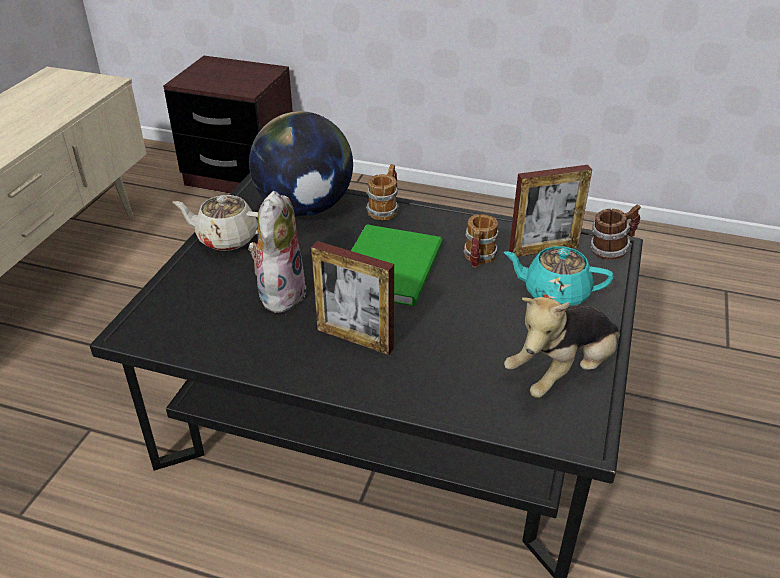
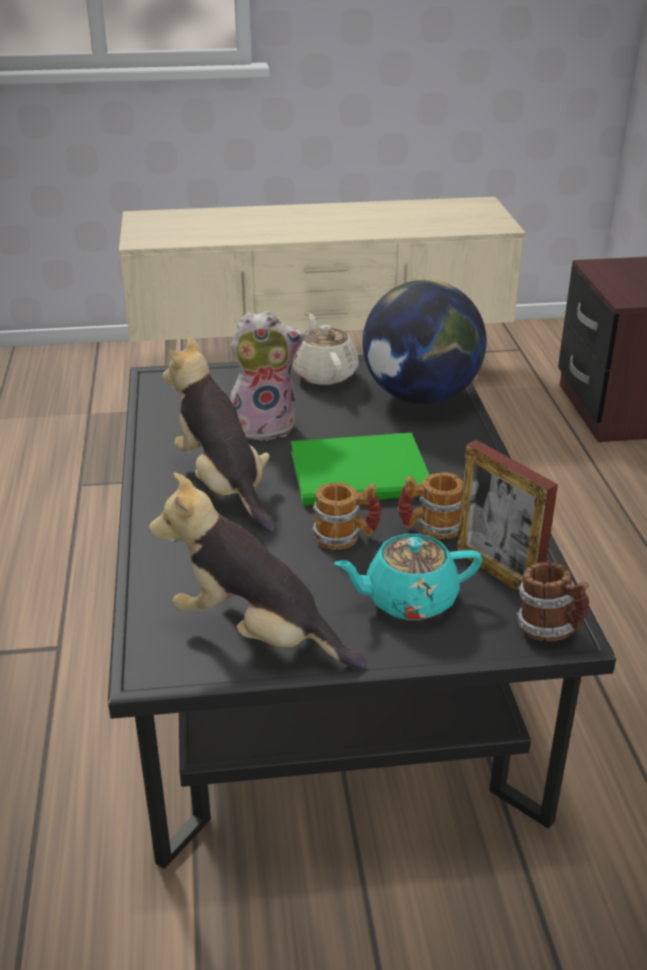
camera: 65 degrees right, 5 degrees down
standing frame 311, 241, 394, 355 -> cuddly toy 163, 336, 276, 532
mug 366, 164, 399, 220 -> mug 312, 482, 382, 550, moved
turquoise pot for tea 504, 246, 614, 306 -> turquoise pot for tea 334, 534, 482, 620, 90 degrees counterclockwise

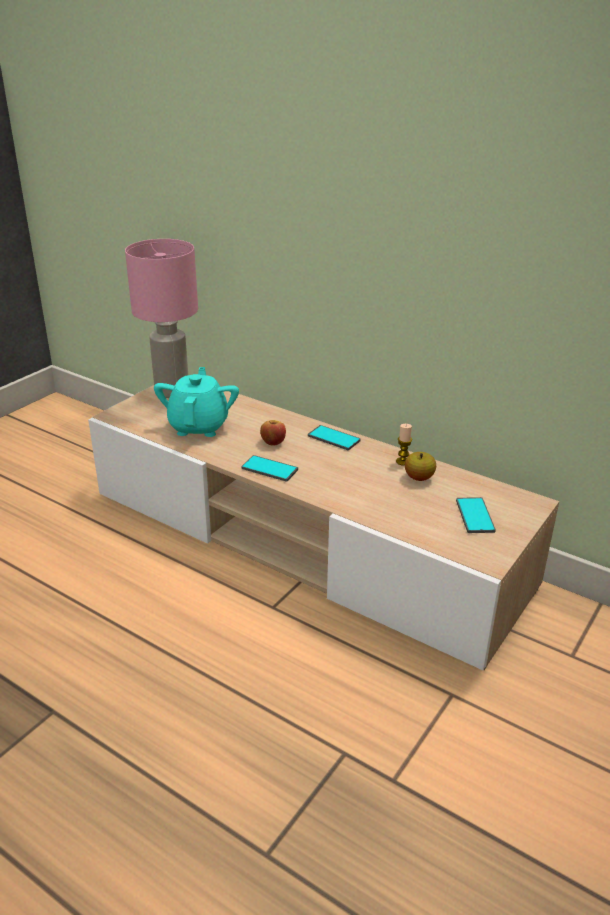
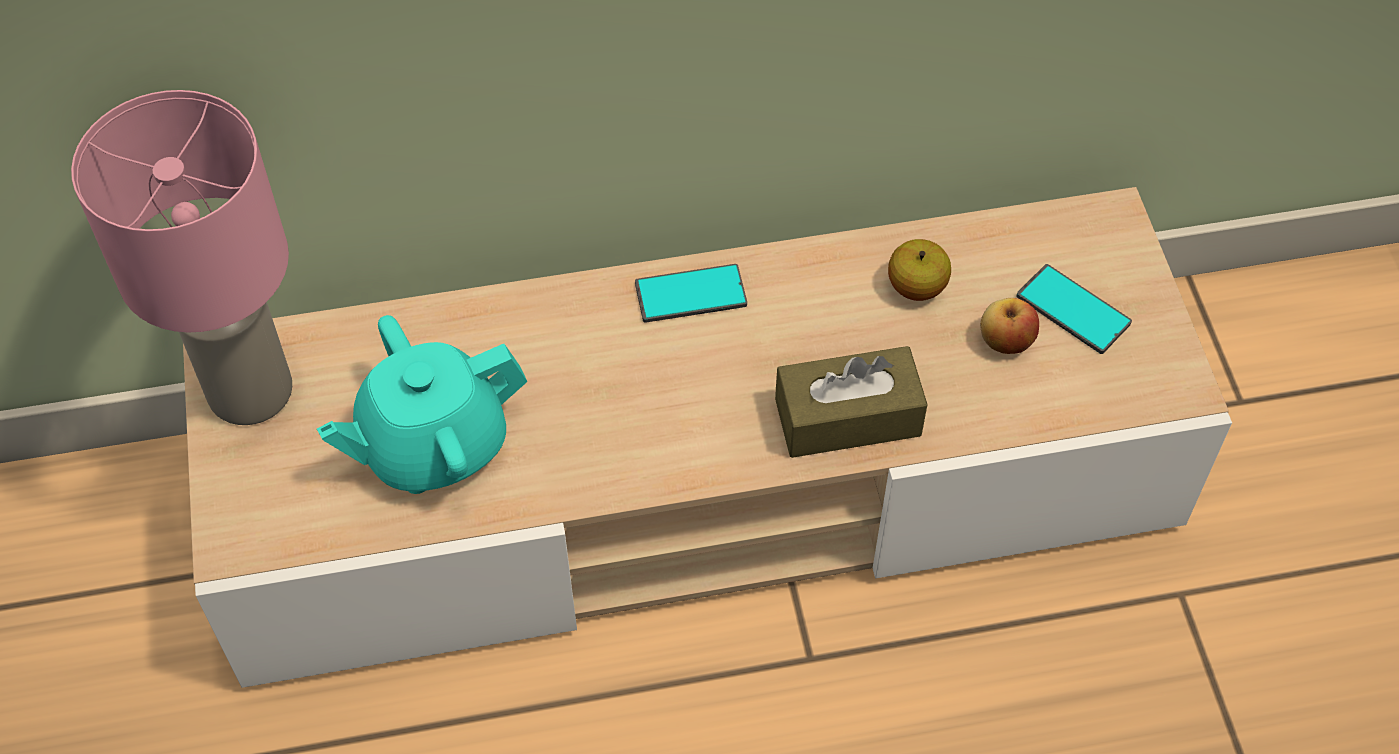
camera: 45 degrees left, 25 degrees up
turquoise pot for tea 154, 367, 239, 437 -> turquoise pot for tea 317, 315, 527, 494, 75 degrees counterclockwise
none -> brownish box of tissues 775, 346, 928, 458
apple fruit 260, 420, 286, 446 -> apple fruit 980, 298, 1039, 354, moved
telephone 241, 455, 298, 482 -> none
wax candle 396, 424, 412, 466 -> none

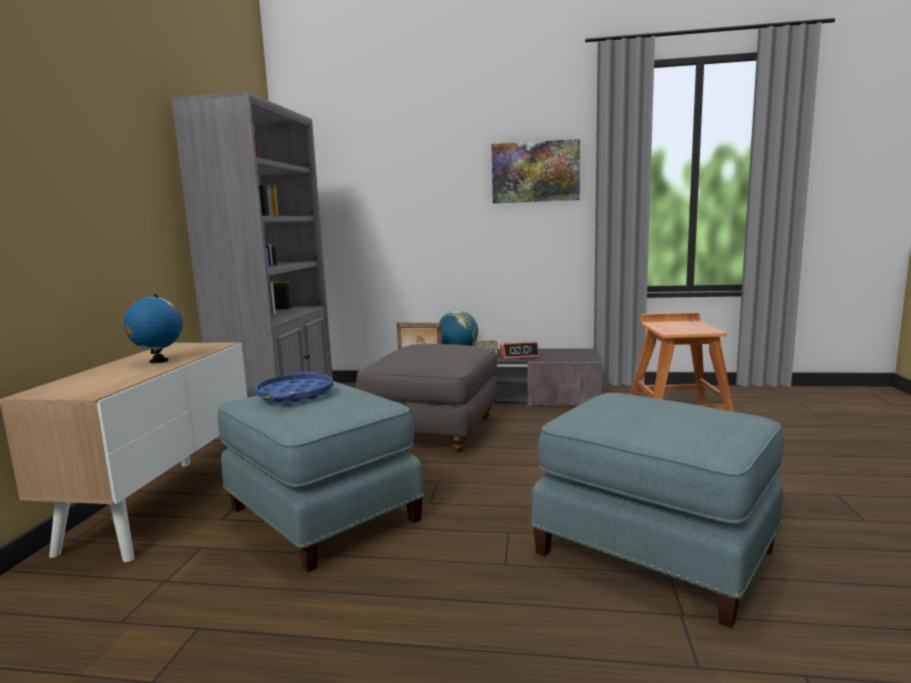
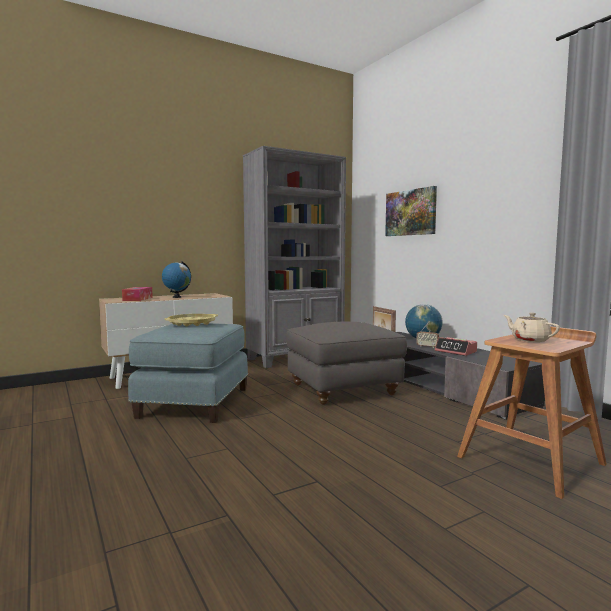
camera: 50 degrees right, 5 degrees down
none -> box of tissues 122, 287, 153, 301
blue tray 255, 372, 333, 403 -> yellowish tray 164, 314, 218, 326
picture 492, 139, 580, 203 -> picture 385, 186, 437, 236, moved
none -> sand-coloured pot for tea 504, 313, 560, 342
blue ottoman 531, 393, 783, 628 -> none

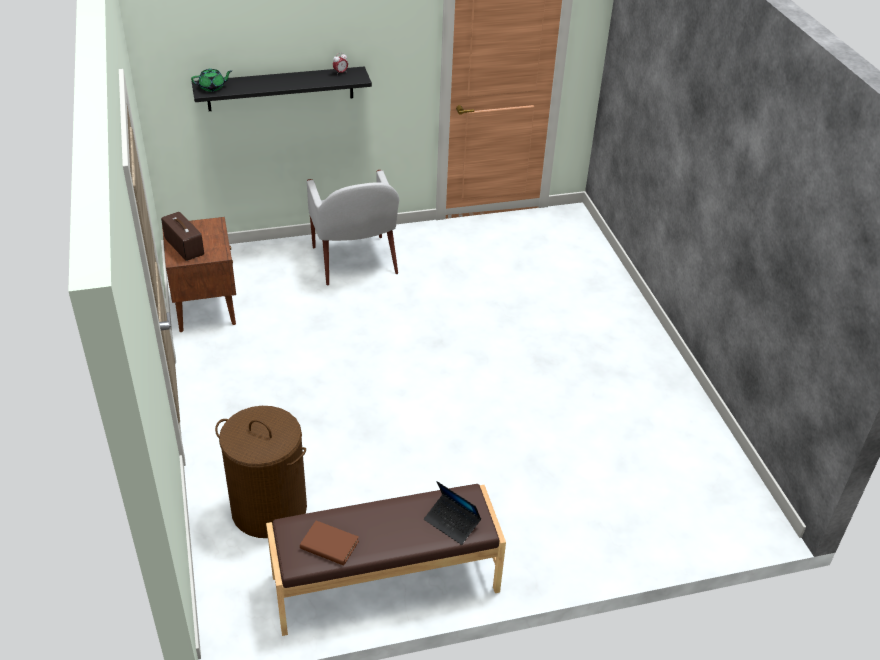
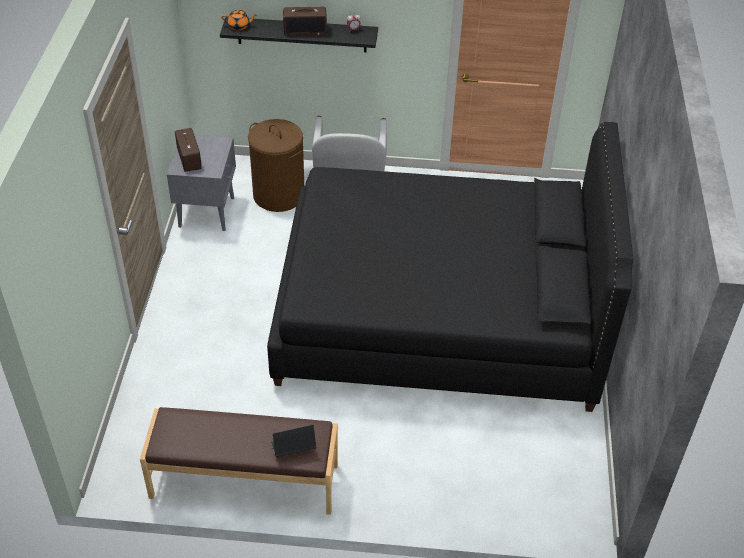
camera: 20 degrees right, 5 degrees up
brownish night table 162, 217, 236, 332 -> grey night table 167, 135, 236, 231
green pot for tea 191, 68, 232, 92 -> orange-coloured pot for tea 222, 10, 257, 30
brownish laundry basket 215, 406, 307, 538 -> brownish laundry basket 248, 119, 304, 212, moved
none -> blackish sleeping bed 267, 122, 633, 412
portable computer 424, 481, 481, 545 -> portable computer 271, 425, 316, 457, 105 degrees clockwise
none -> radio set 283, 7, 327, 36
brownish volume 300, 521, 359, 566 -> none

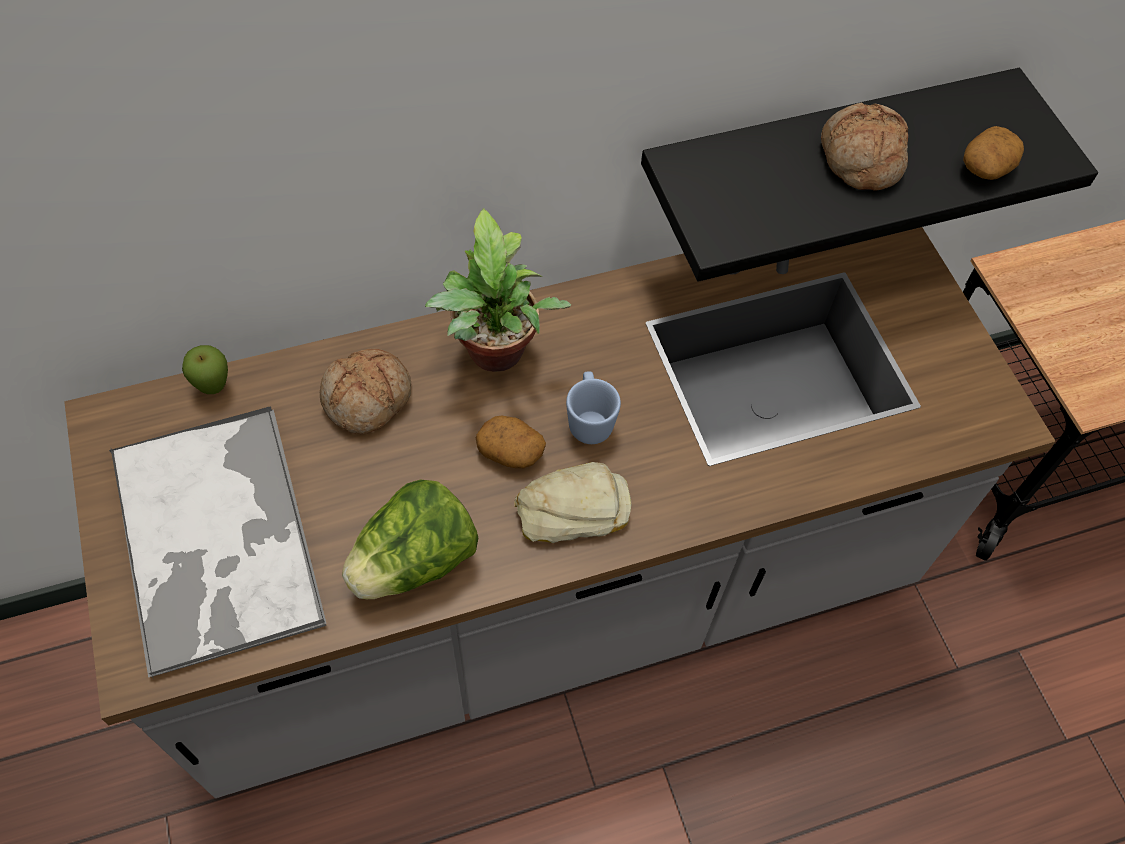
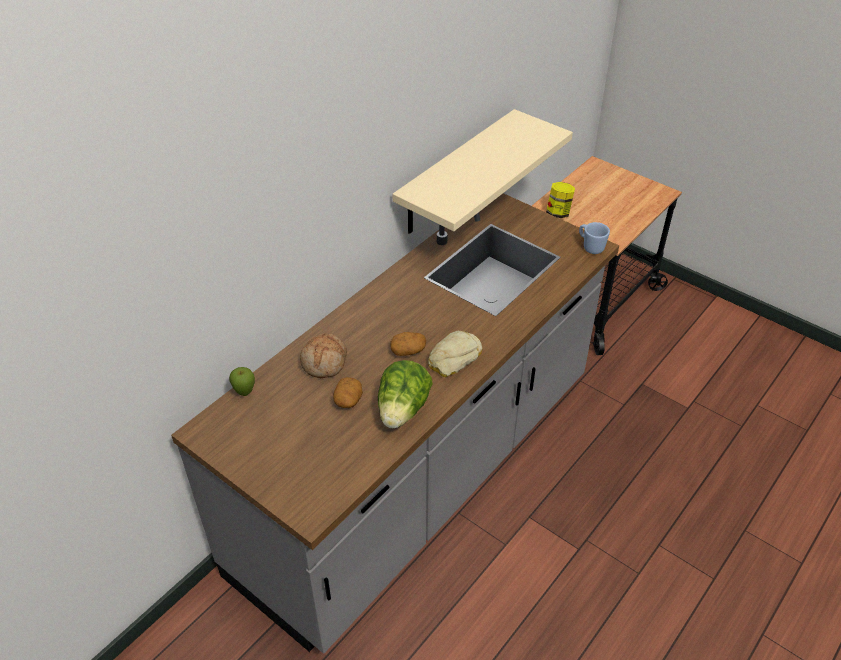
camera: 30 degrees left, 15 degrees down
potato 963, 126, 1024, 180 -> potato 333, 377, 363, 408, moved
blackish bracket shelf 641, 68, 1098, 282 -> sand-coloured bracket shelf 392, 109, 573, 234
none -> storage jar 546, 182, 575, 218
blue mug 566, 371, 621, 444 -> blue mug 579, 222, 610, 254, moved
tray 109, 406, 327, 680 -> none
houseplant 425, 208, 571, 372 -> none
baked bread 821, 103, 908, 191 -> none

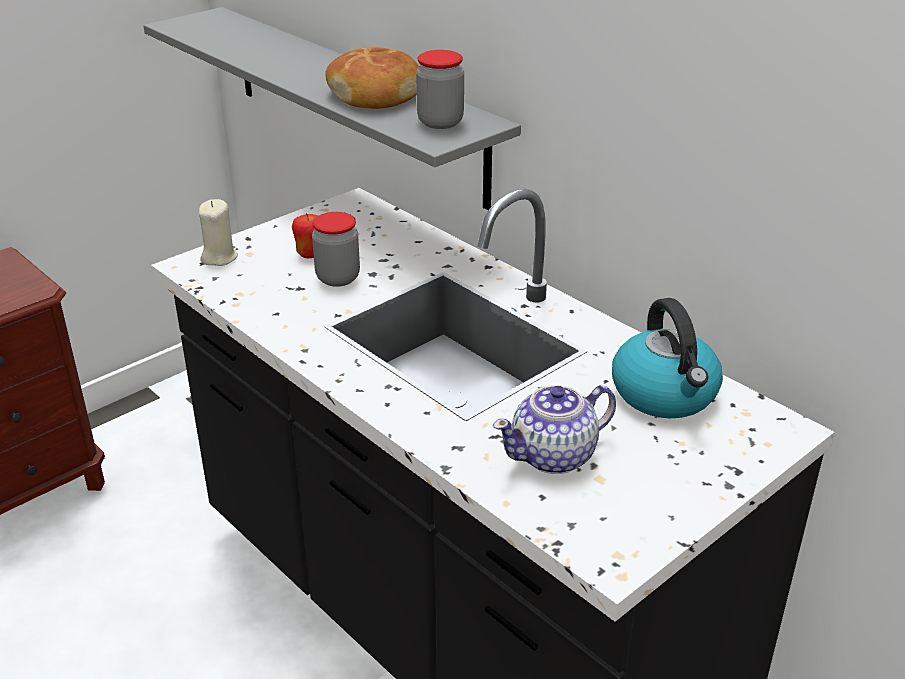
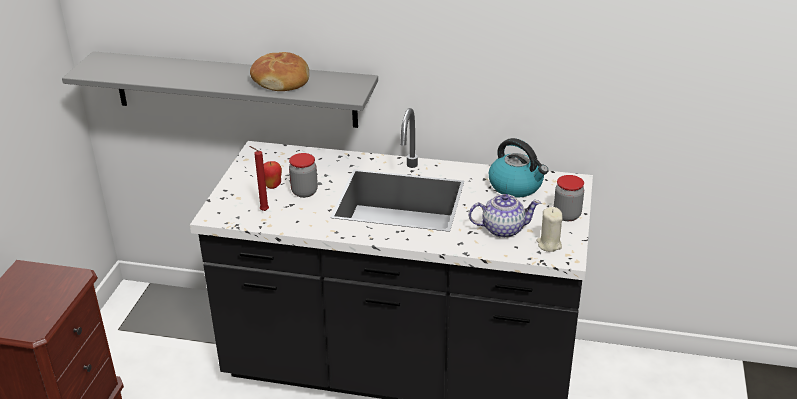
camera: 35 degrees left, 0 degrees up
none -> reddish wax candle 249, 146, 269, 211
pot for tea 493, 385, 616, 474 -> pot for tea 469, 194, 541, 238, 120 degrees counterclockwise
sand-coloured wax candle 199, 199, 238, 266 -> sand-coloured wax candle 536, 207, 563, 252, moved
storage jar 416, 50, 464, 129 -> storage jar 554, 175, 584, 221, moved

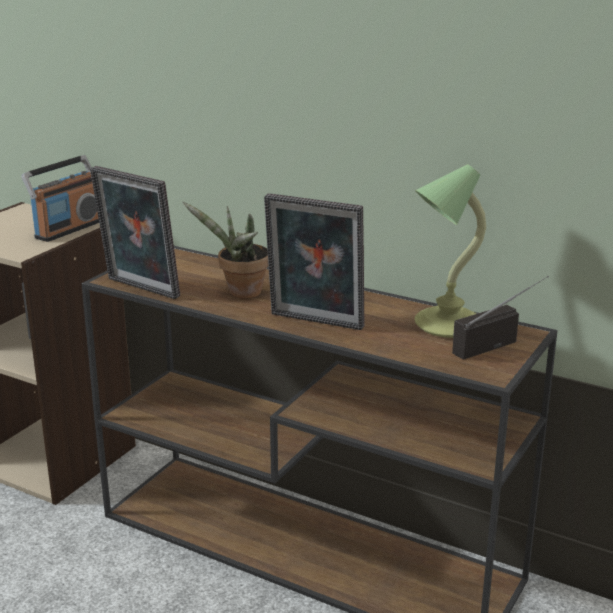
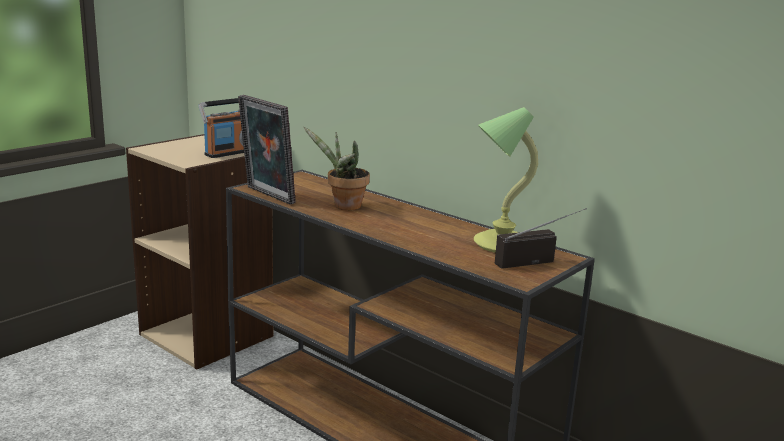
camera: 10 degrees right, 5 degrees down
standing frame 264, 193, 365, 330 -> none

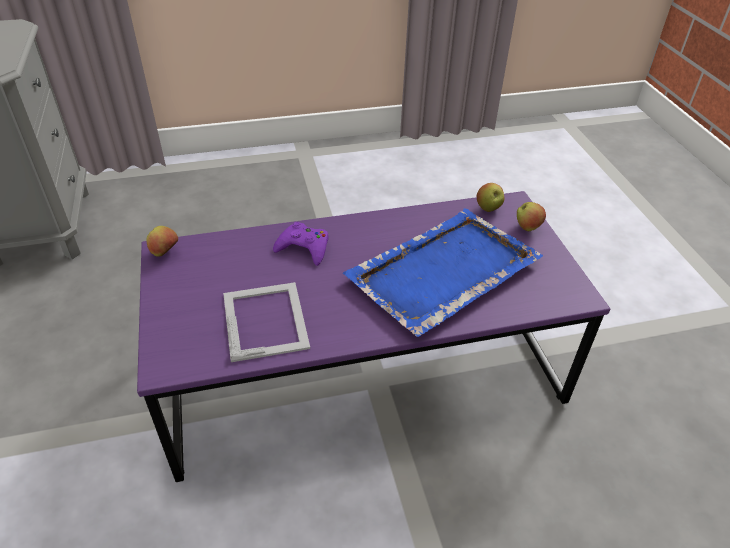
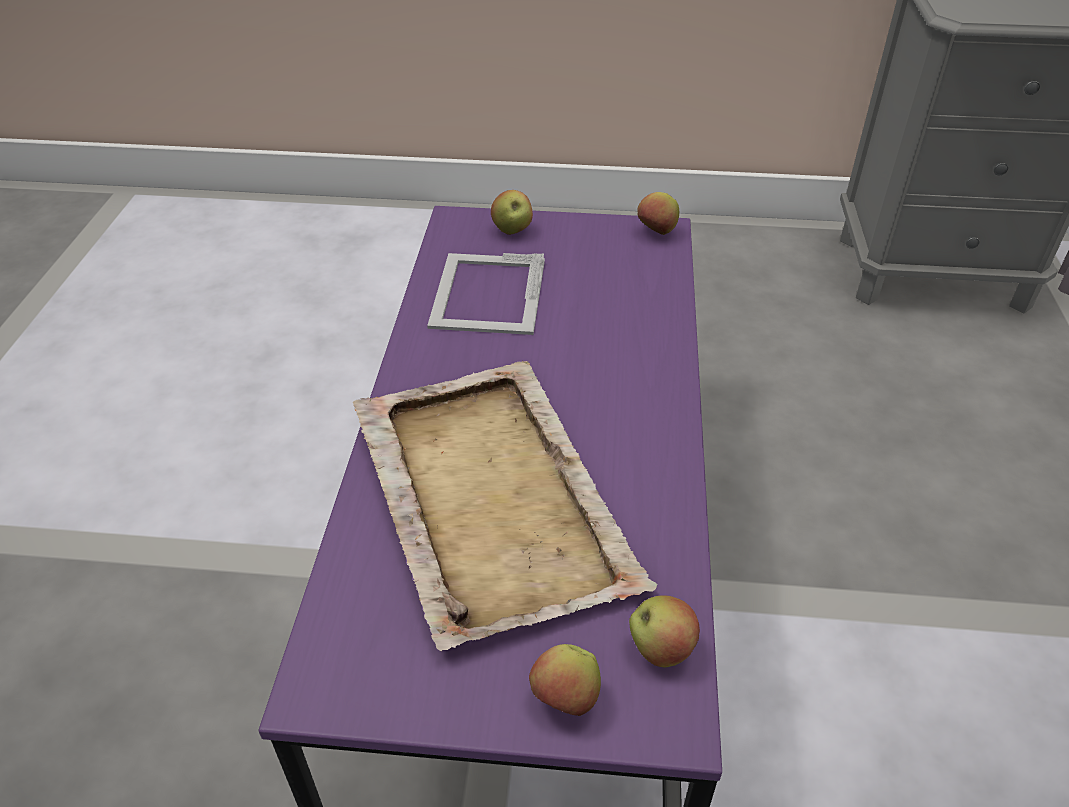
camera: 110 degrees right, 0 degrees up
blue tray 343, 209, 543, 337 -> sand-coloured tray 353, 361, 657, 651
standing frame 223, 282, 310, 362 -> standing frame 427, 253, 545, 335, 90 degrees clockwise
none -> apple fruit 491, 190, 533, 235
purple-coloured game controller 273, 222, 328, 266 -> none

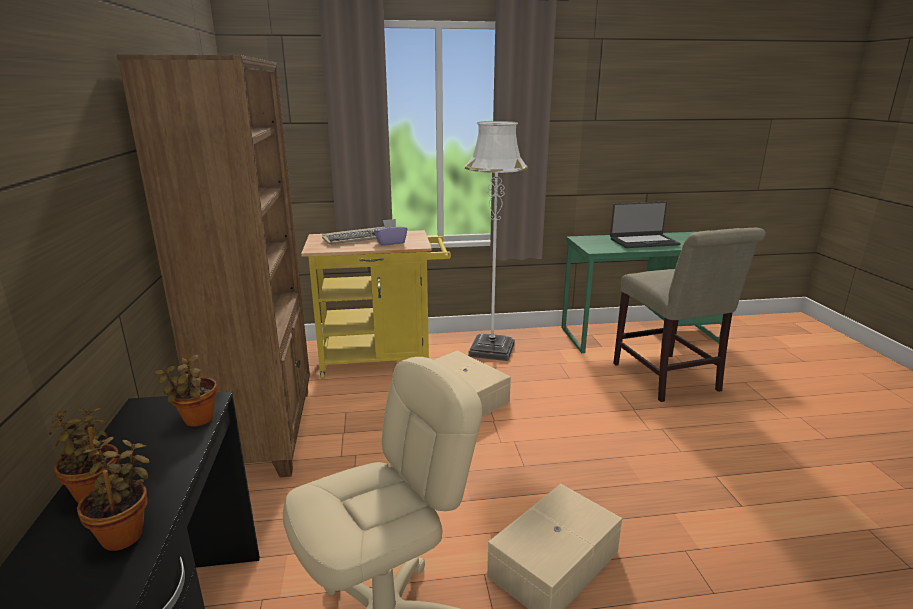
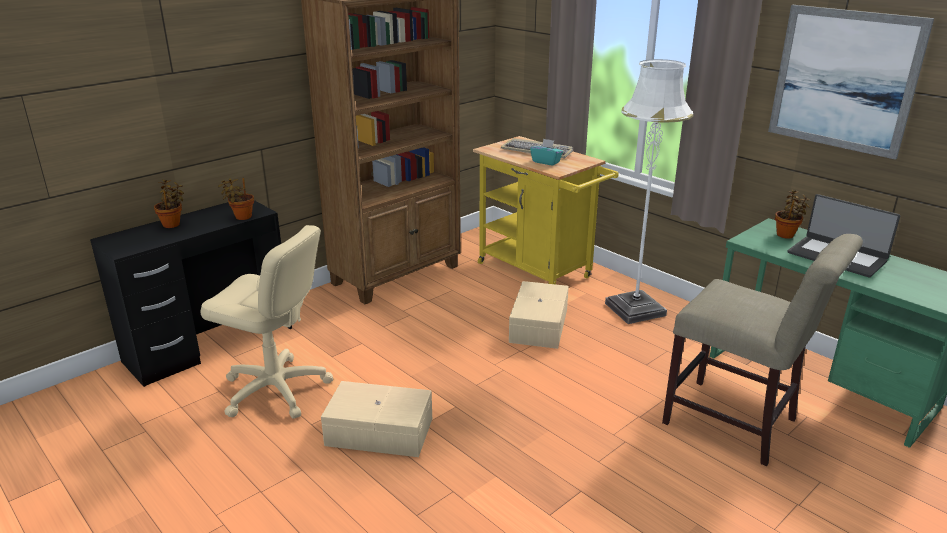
camera: 55 degrees right, 5 degrees up
purple-coloured box of tissues 374, 219, 407, 246 -> turquoise box of tissues 530, 138, 563, 166
sand-coloured plain chair 613, 228, 766, 402 -> sand-coloured plain chair 662, 234, 863, 466, 90 degrees counterclockwise
none -> picture 768, 5, 934, 160
houseplant 77, 437, 150, 551 -> houseplant 775, 189, 811, 239, moved

